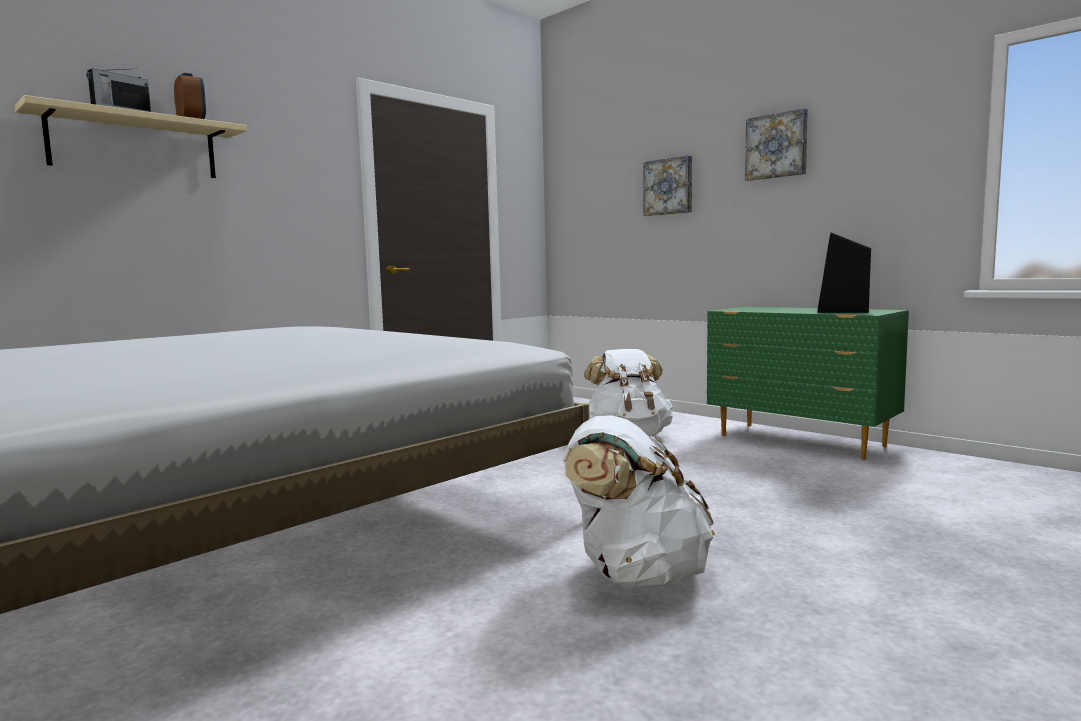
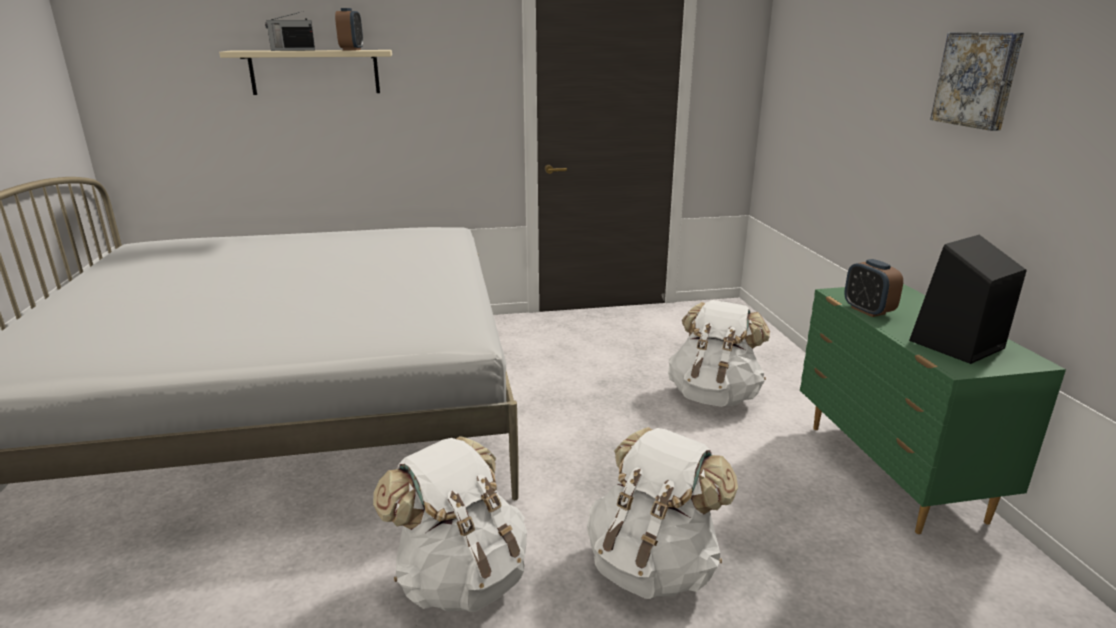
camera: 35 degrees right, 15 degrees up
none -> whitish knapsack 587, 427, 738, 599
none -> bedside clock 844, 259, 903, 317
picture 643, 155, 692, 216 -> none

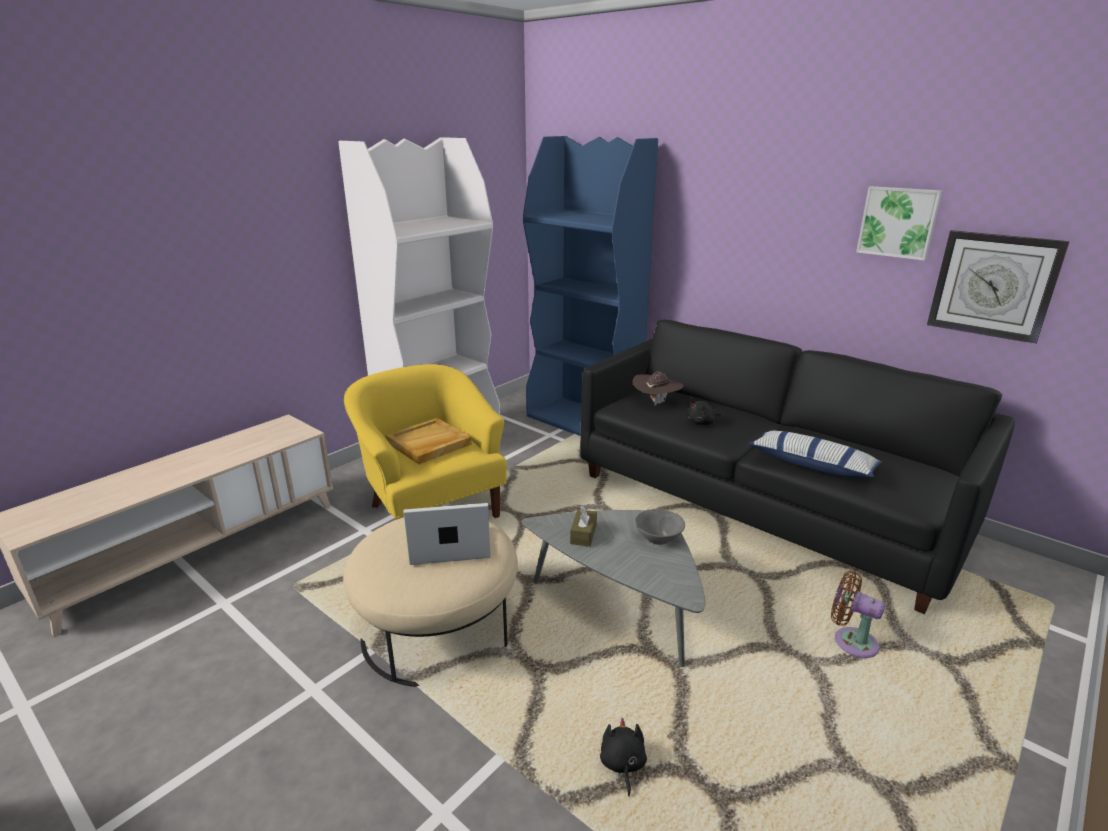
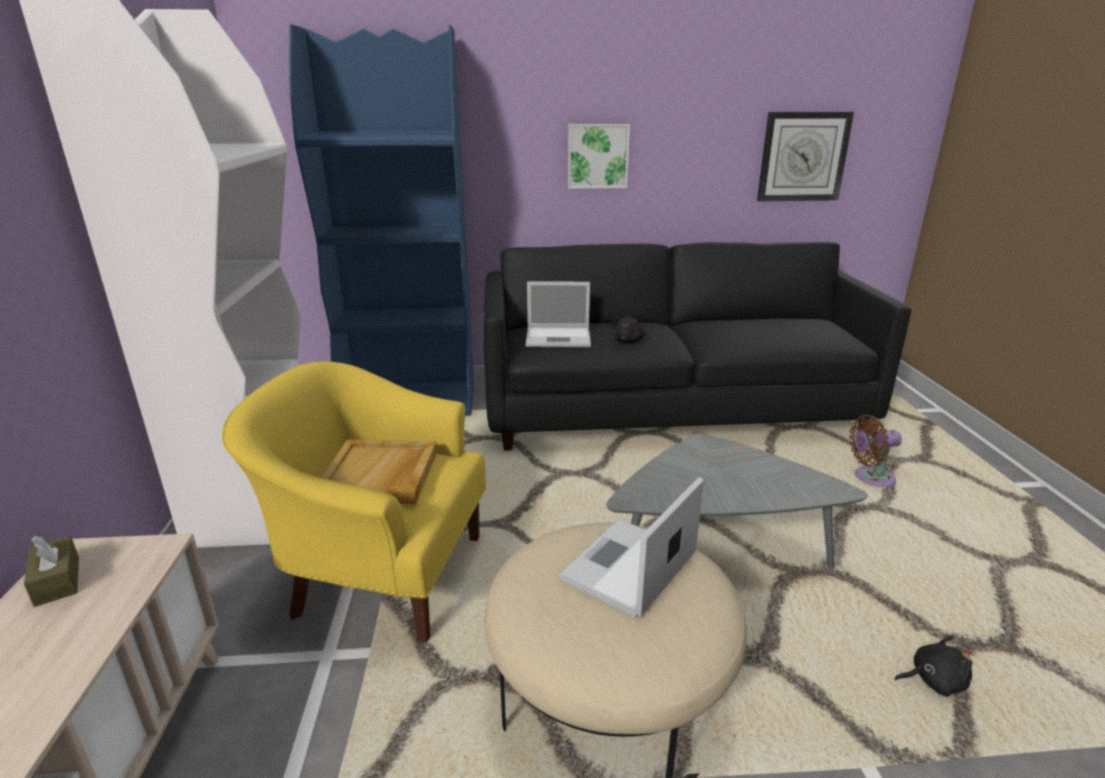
camera: 45 degrees left, 0 degrees up
brownish box of tissues 570, 506, 597, 547 -> brownish box of tissues 24, 536, 79, 607, moved
brownish wearable hat 633, 372, 683, 406 -> portable computer 525, 282, 591, 347
picture 856, 186, 942, 261 -> picture 568, 124, 630, 189, moved
blackish cuddly toy 600, 718, 647, 797 -> blackish cuddly toy 894, 636, 972, 697, 135 degrees clockwise
grey deep dish 635, 509, 685, 545 -> none
throw pillow 749, 431, 882, 478 -> none

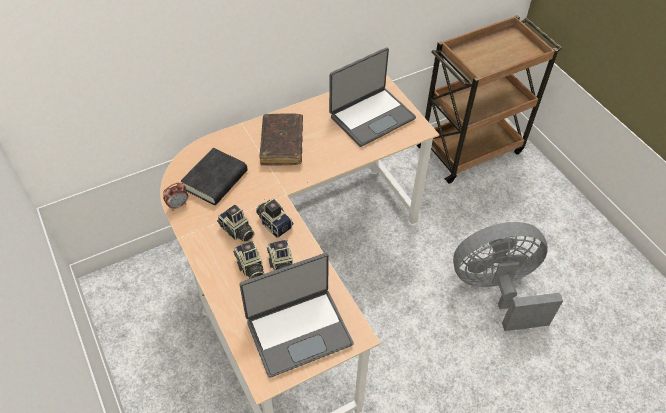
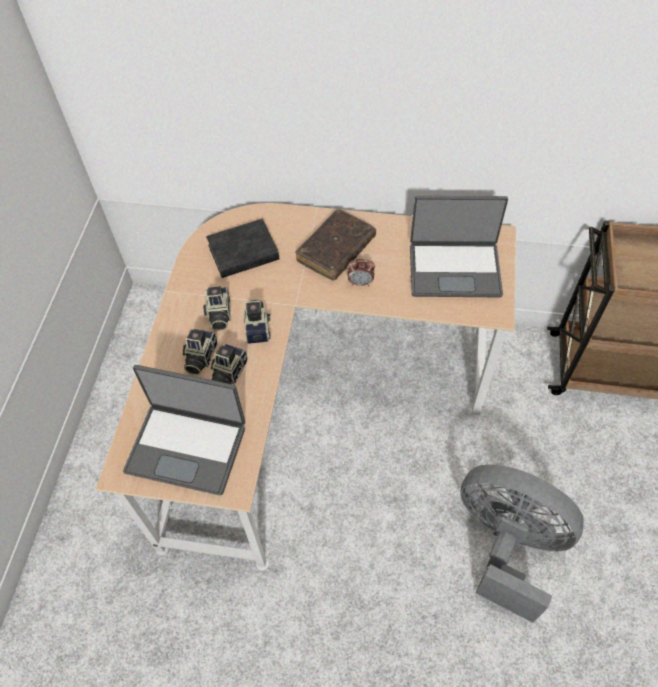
camera: 40 degrees right, 5 degrees up
bedside clock 163, 183, 188, 211 -> bedside clock 348, 259, 375, 286, moved

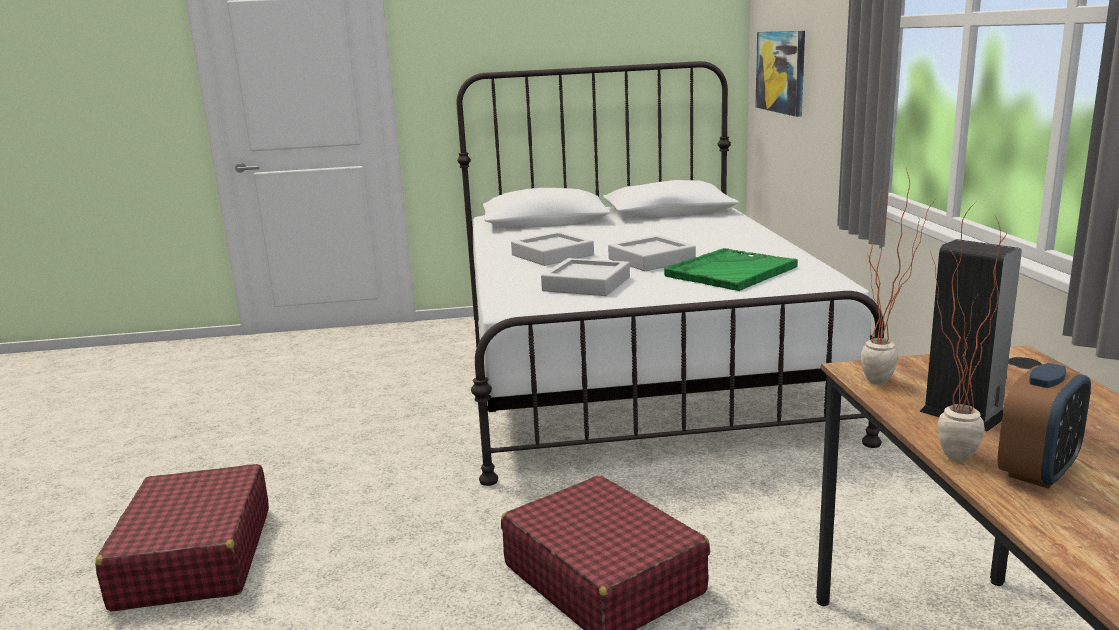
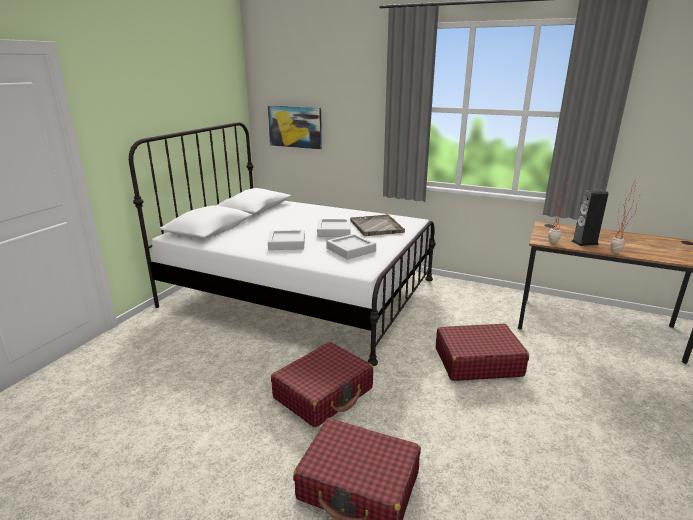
camera: 60 degrees left, 5 degrees up
none -> reddish suitcase 271, 342, 373, 428
green tray 664, 248, 798, 291 -> grey tray 350, 214, 405, 236
bedside clock 998, 363, 1091, 489 -> none

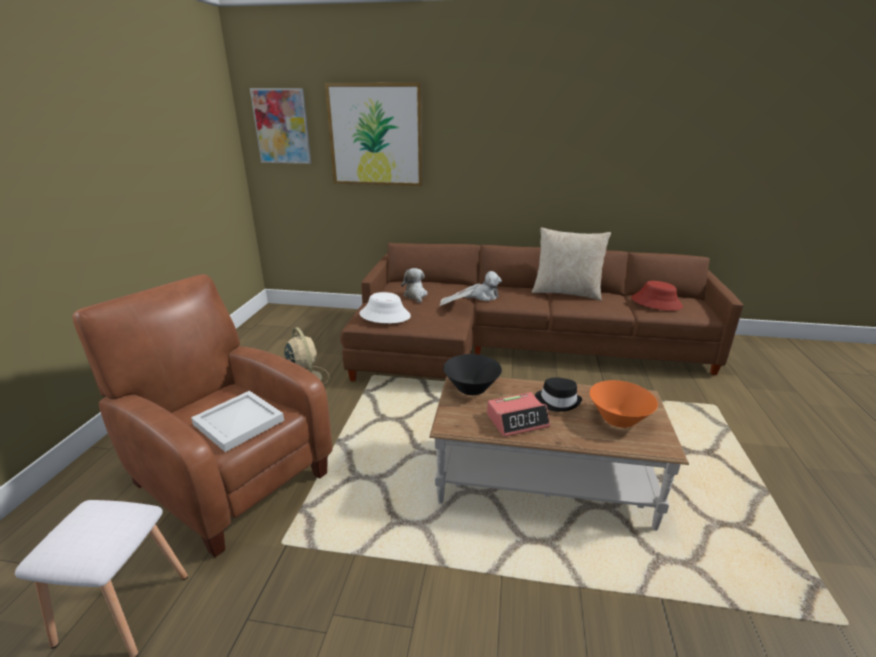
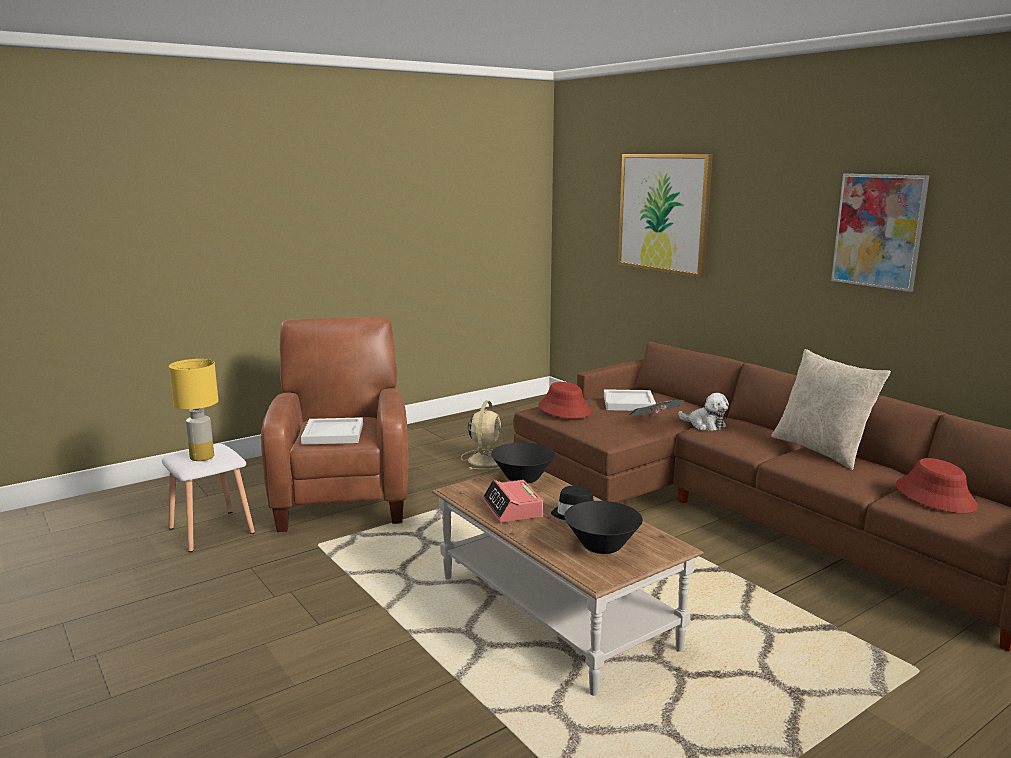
camera: 45 degrees right, 10 degrees down
none -> yellowish tabletop lamp 169, 359, 219, 461
bedside clock 487, 392, 550, 437 -> bedside clock 482, 480, 543, 523, 45 degrees clockwise
whitish wearable hat 360, 292, 411, 324 -> reddish wearable hat 538, 382, 592, 418
orange-coloured deep dish 590, 380, 658, 428 -> blackish deep dish 564, 501, 643, 554
cuddly toy 401, 268, 428, 303 -> whitish tray 604, 389, 656, 411
picture 250, 88, 311, 164 -> picture 831, 174, 929, 292, moved

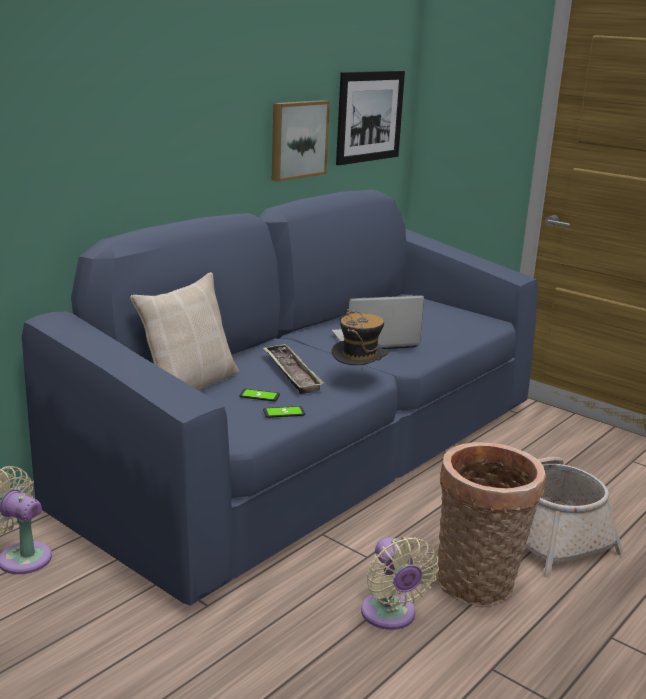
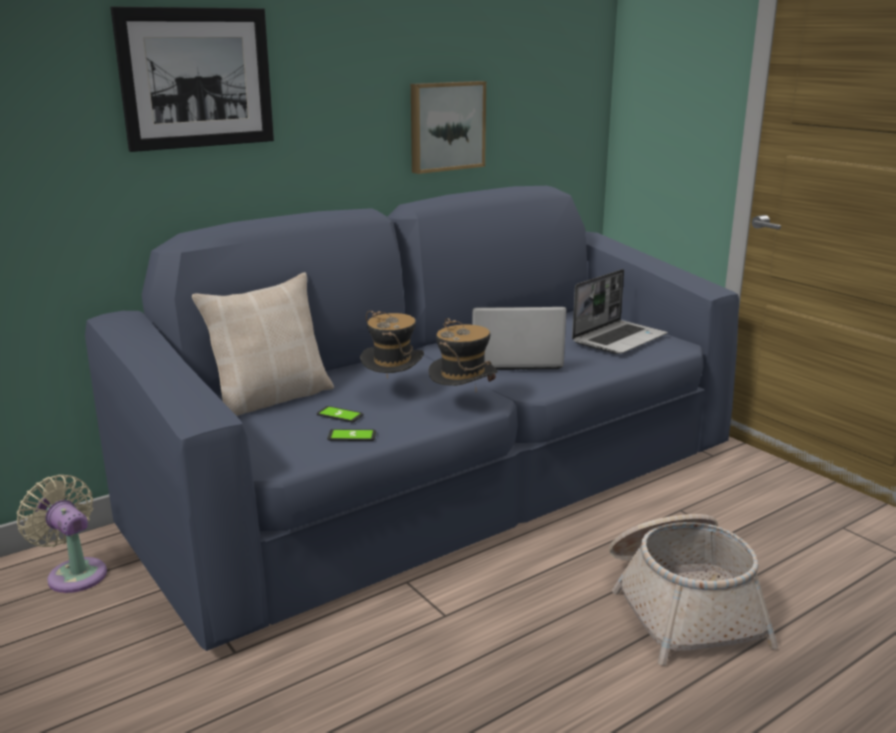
camera: 15 degrees right, 0 degrees up
picture 336, 71, 405, 165 -> picture 110, 6, 274, 152, moved
tray 263, 344, 325, 394 -> wearable hat 360, 311, 424, 379
none -> portable computer 572, 269, 667, 354
sand-coloured cooling fan 361, 537, 439, 630 -> none
basket 437, 442, 546, 605 -> none

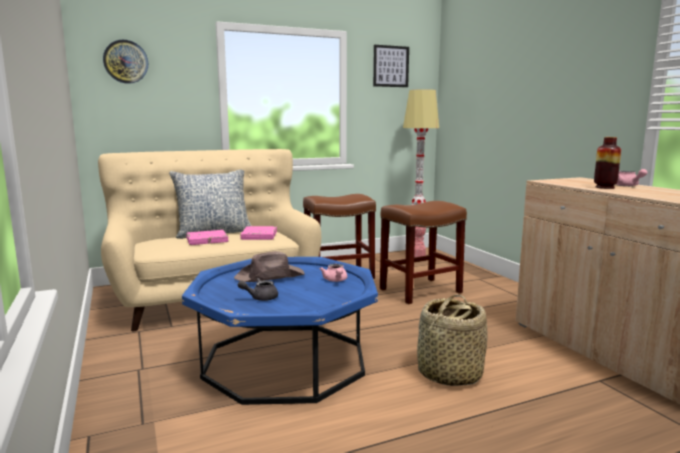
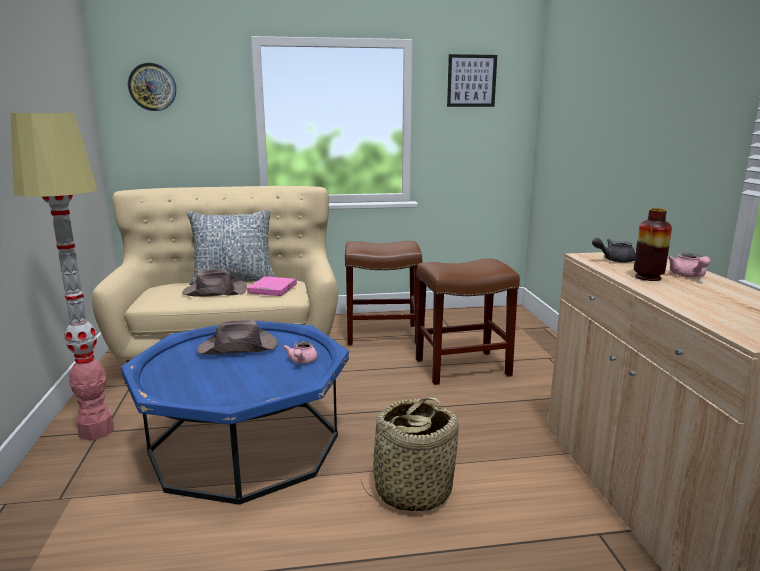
camera: 15 degrees right, 5 degrees up
standard lamp 403, 89, 439, 257 -> standard lamp 10, 113, 114, 440, moved
pinkish volume 186, 230, 228, 245 -> brownish wearable hat 182, 269, 247, 296
grey pot for tea 237, 278, 278, 301 -> grey pot for tea 592, 238, 635, 263, moved

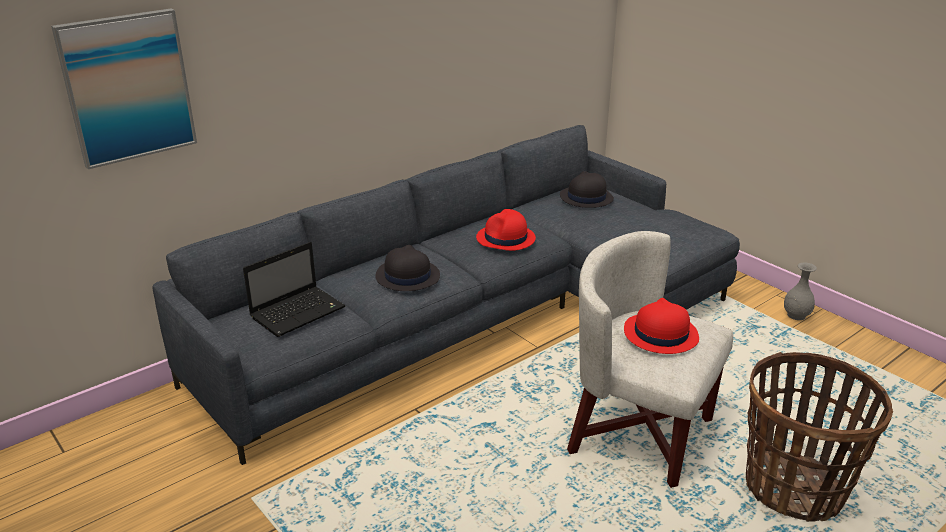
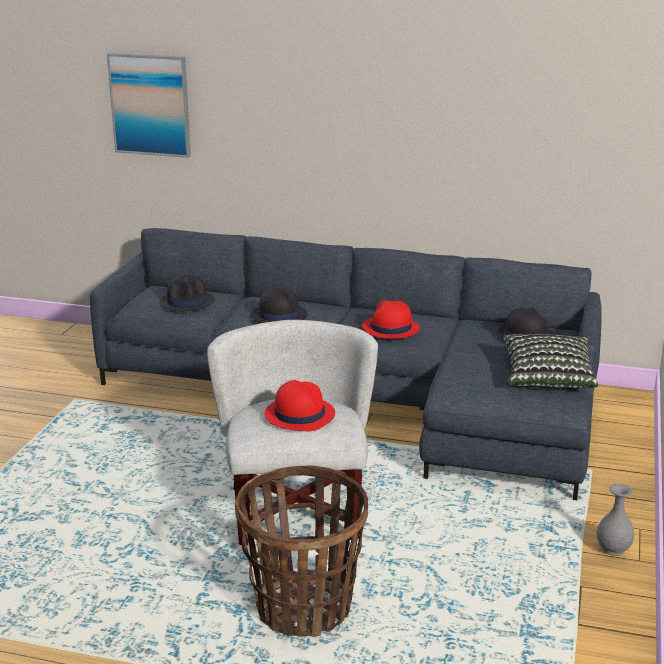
camera: 55 degrees right, 5 degrees down
portable computer 243, 242, 346, 337 -> blackish wearable hat 160, 274, 215, 311
none -> throw pillow 502, 334, 598, 389

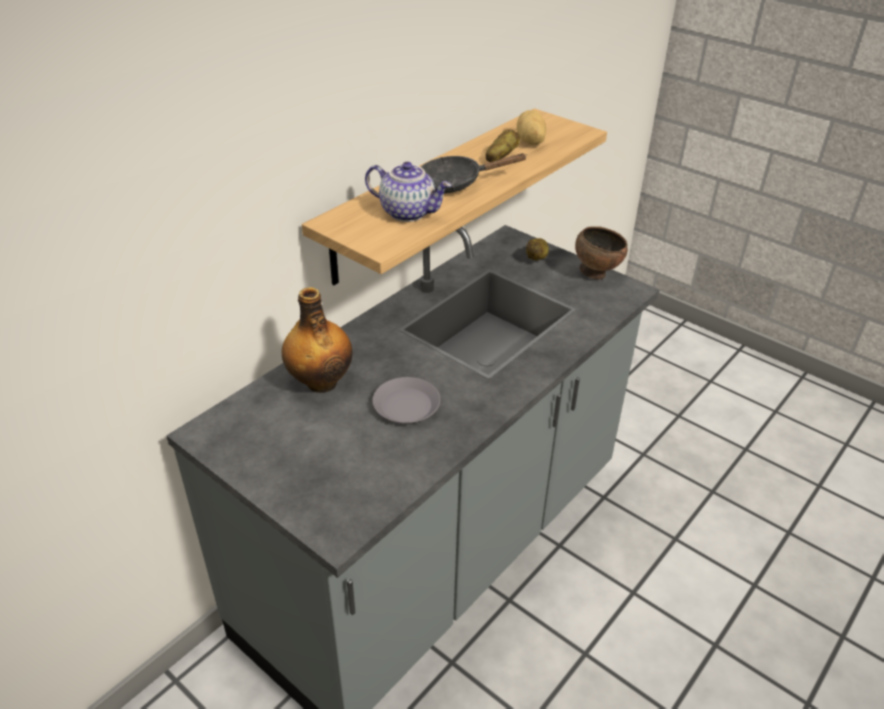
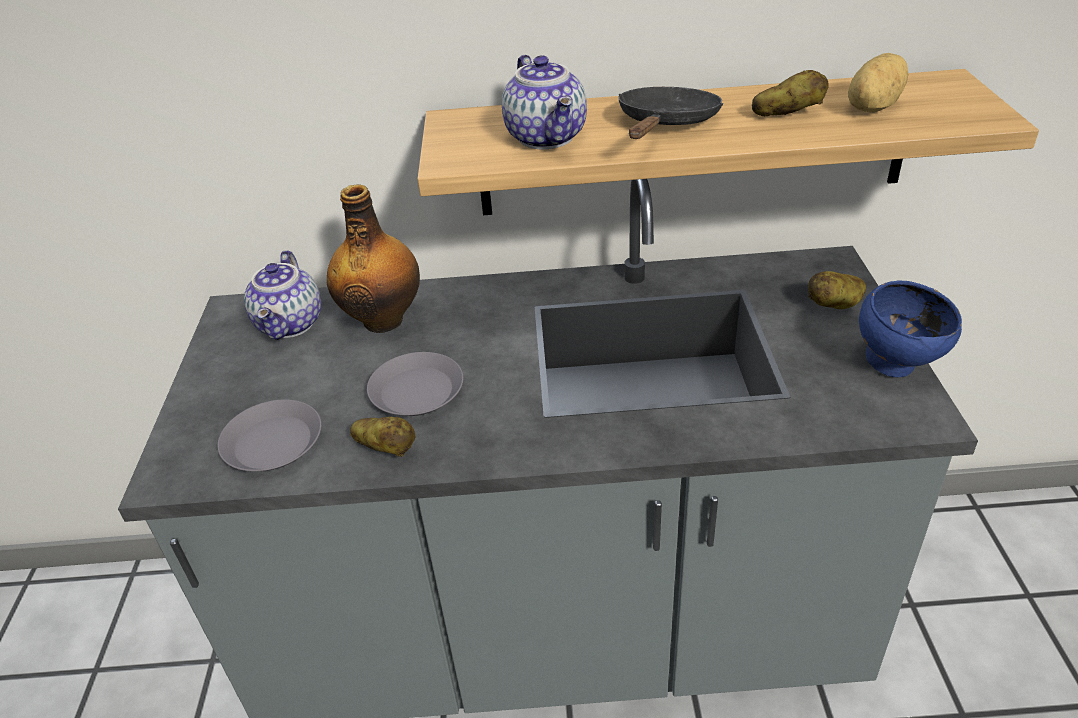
camera: 50 degrees right, 0 degrees up
none -> grey dinner plate 217, 400, 322, 471
none -> pot for tea 244, 250, 321, 340
none -> potato 350, 417, 416, 457
blackish skillet 420, 153, 527, 194 -> blackish skillet 618, 87, 723, 139, 75 degrees clockwise
brownish deep dish 575, 226, 628, 280 -> blue deep dish 859, 281, 962, 377

